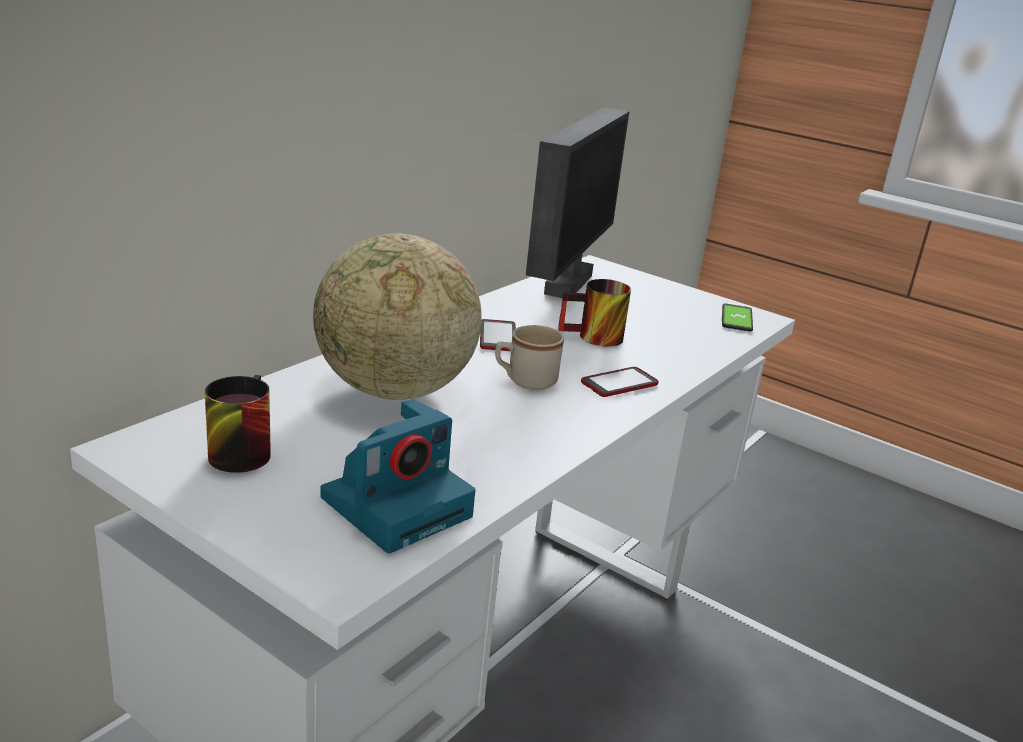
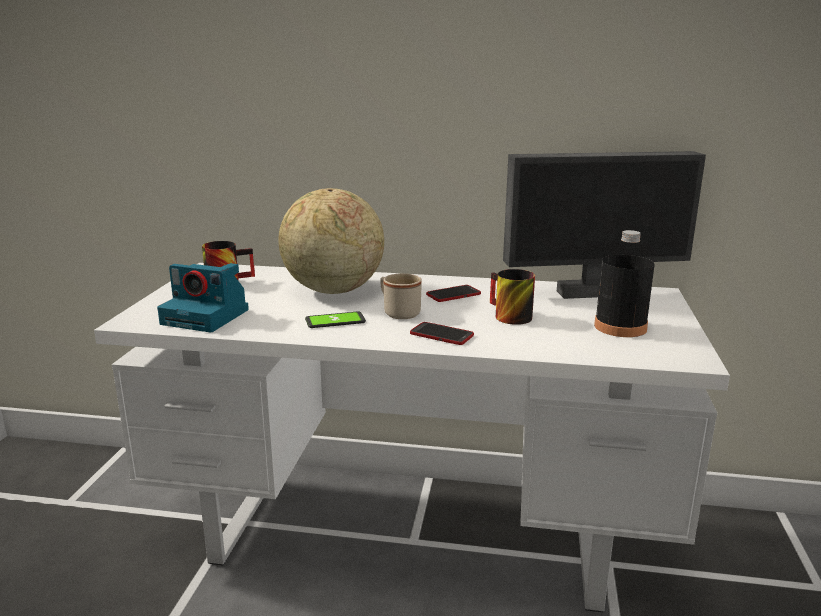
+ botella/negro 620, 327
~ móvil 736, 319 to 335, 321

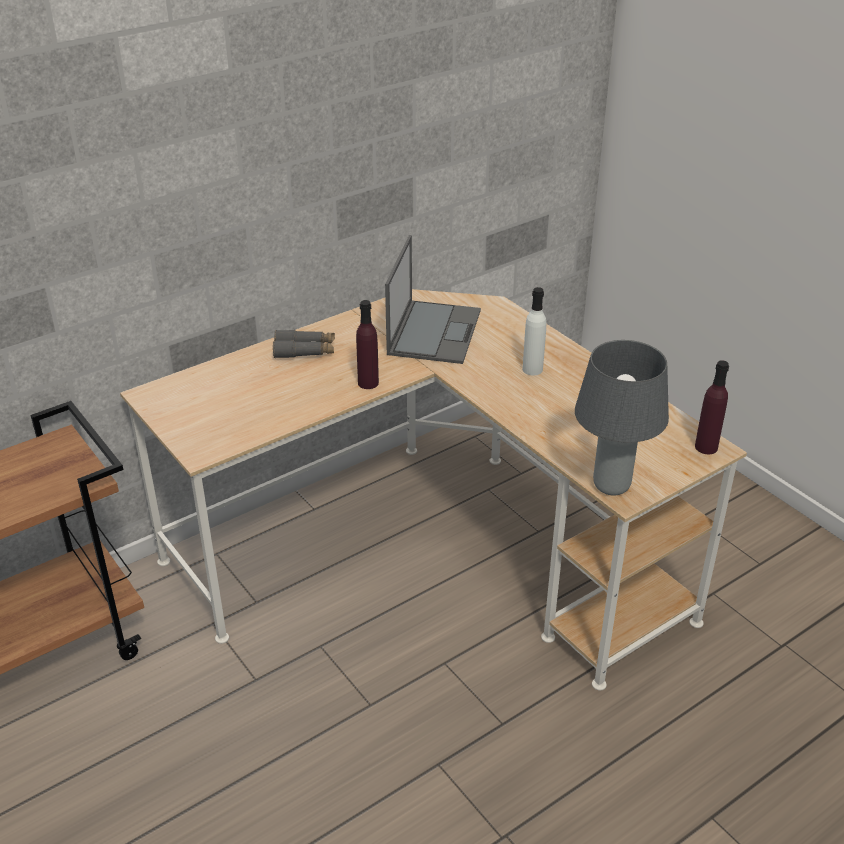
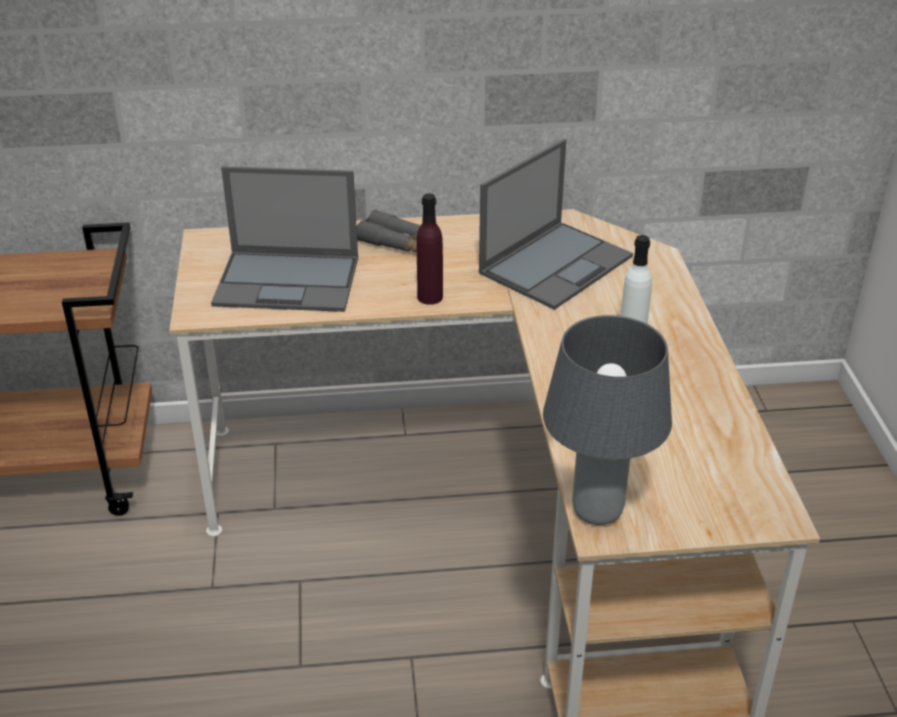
- botella/morado 706, 447
+ portátil 289, 281

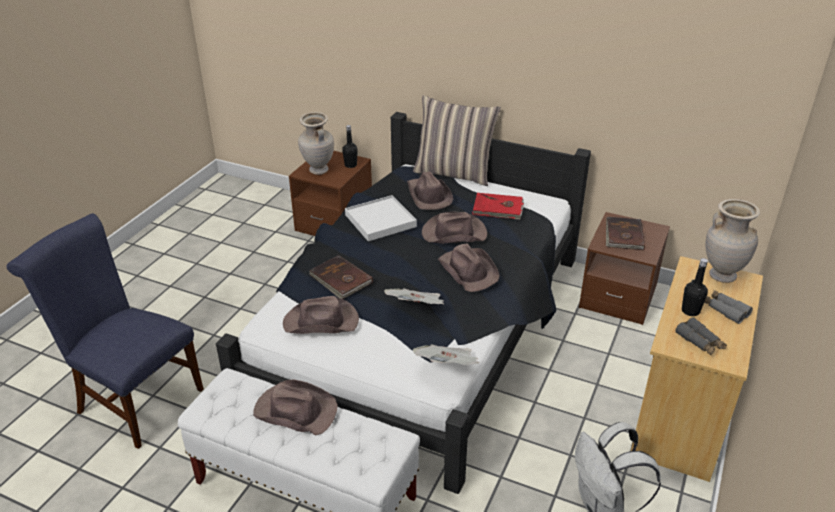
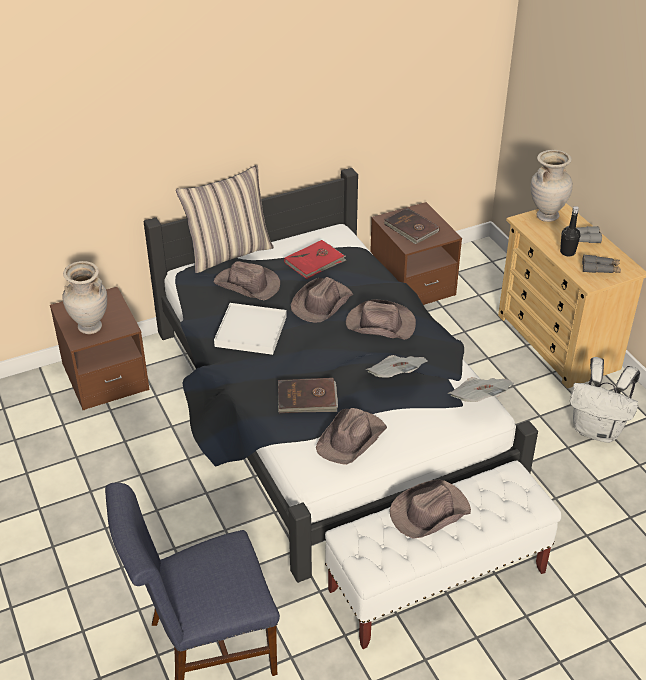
- botella/negro 350, 165

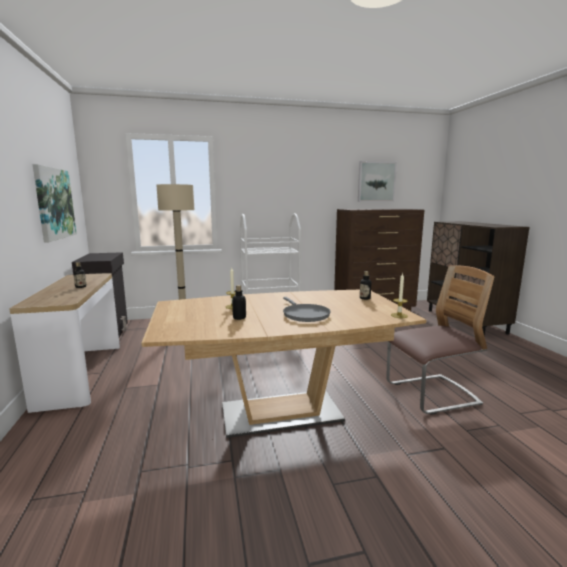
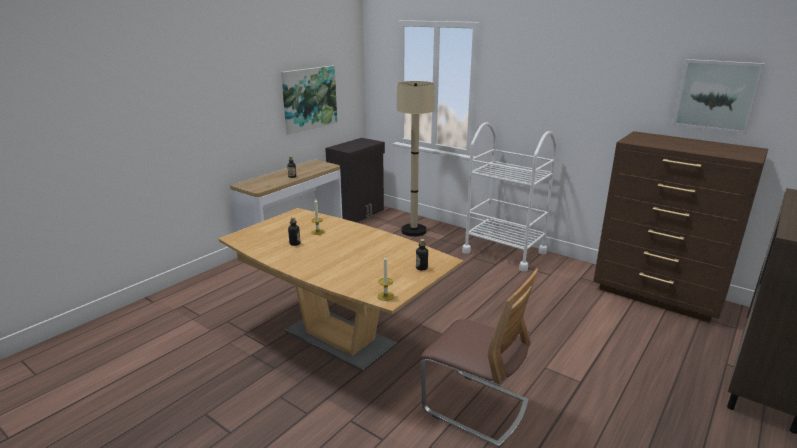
- sartén/gris 304, 315

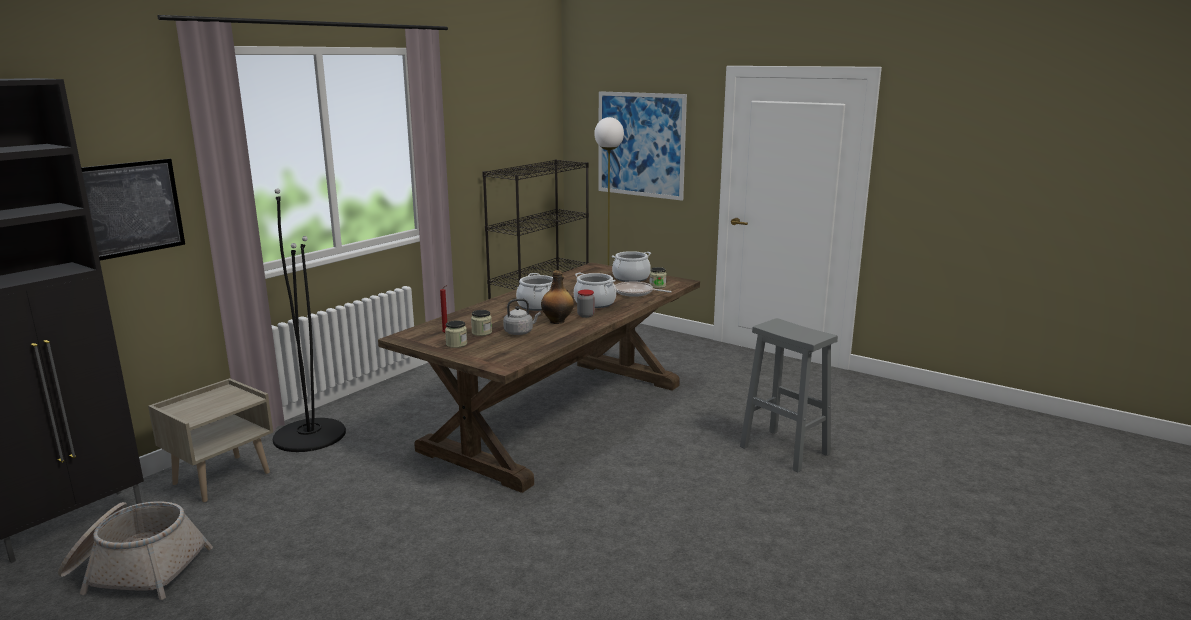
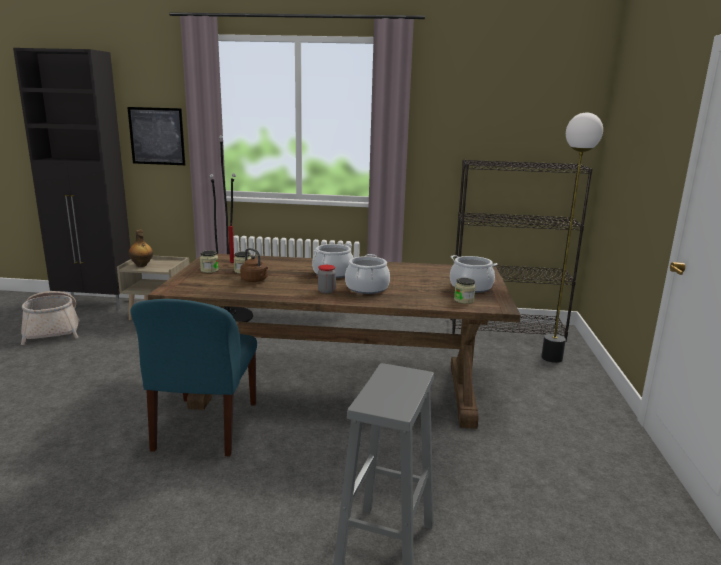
- cuadro 640, 145
- sartén 636, 293
+ silla/azul 205, 427
~ botella 557, 321 to 142, 265
~ hervidor/gris 520, 332 to hervidor/marrón 255, 280

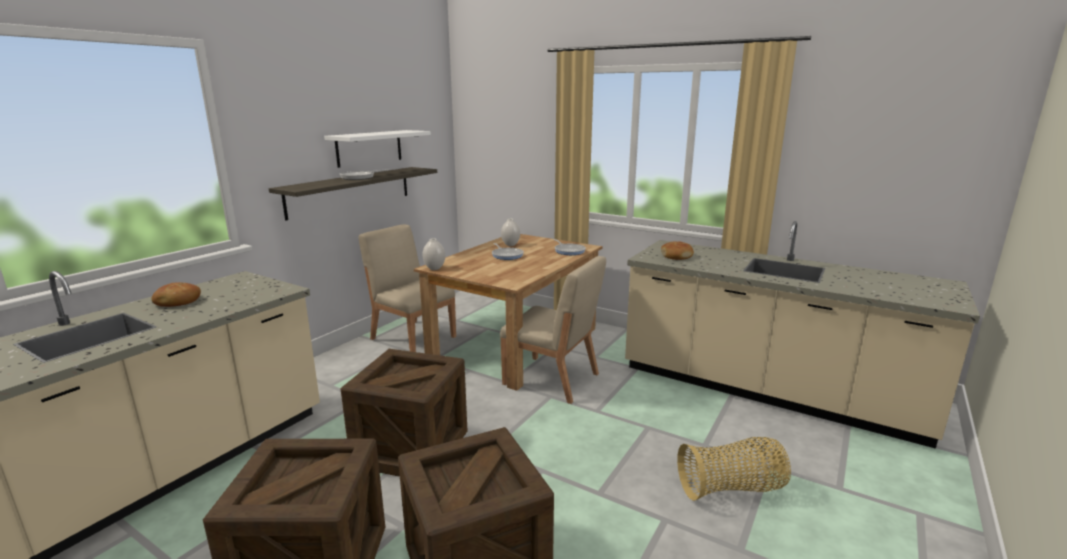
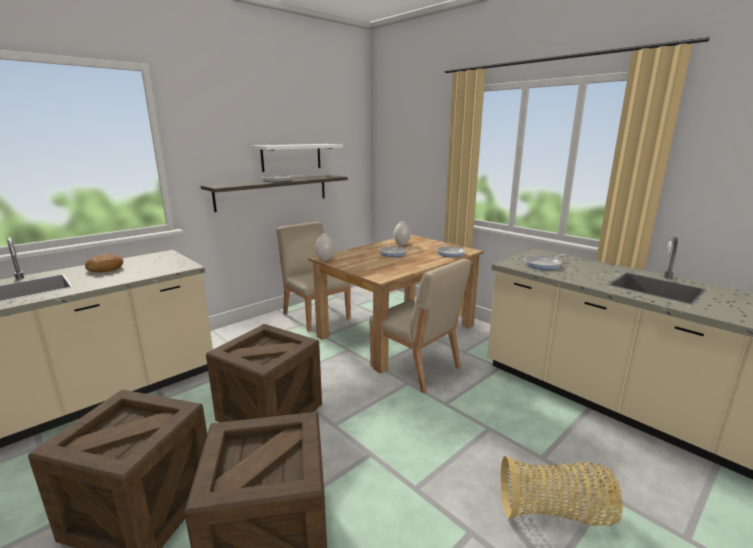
~ pan 676, 256 to sartén 543, 264

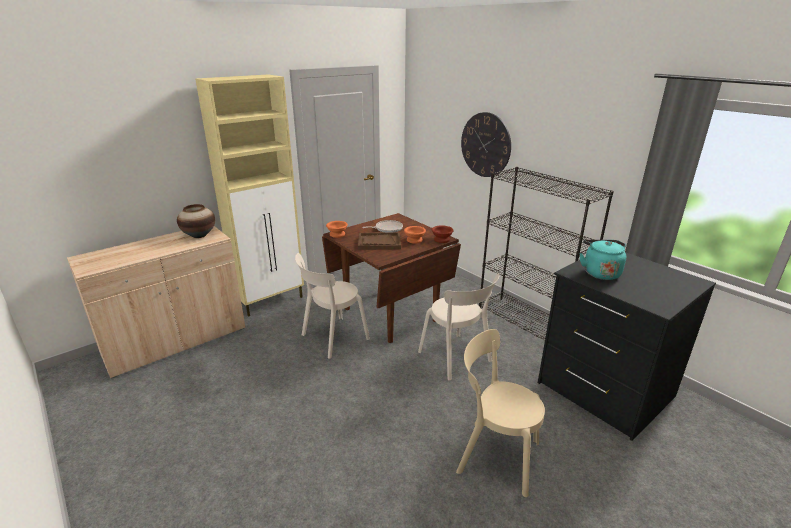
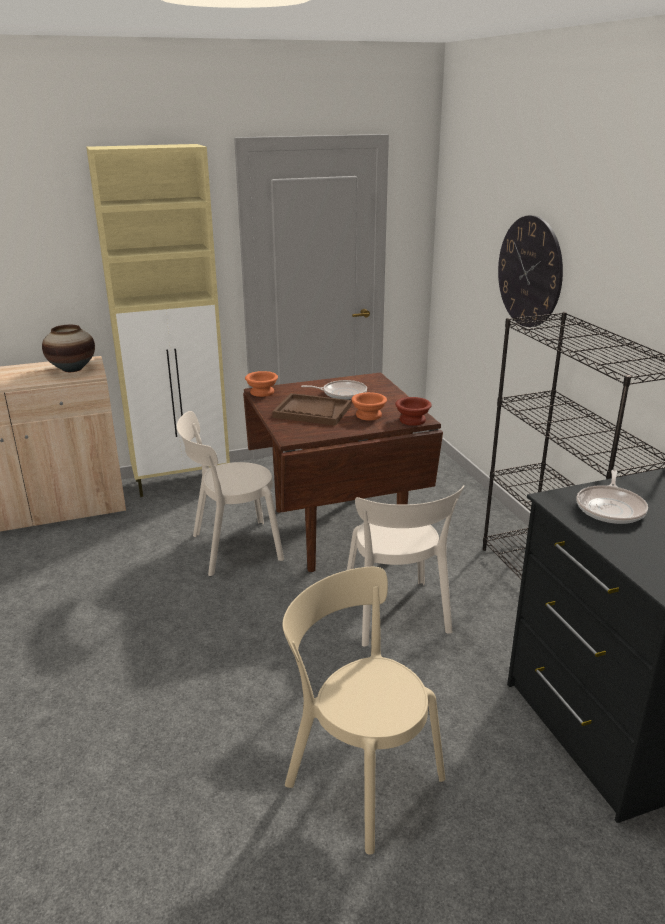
~ hervidor/turquesa 600, 272 to sartén 610, 508

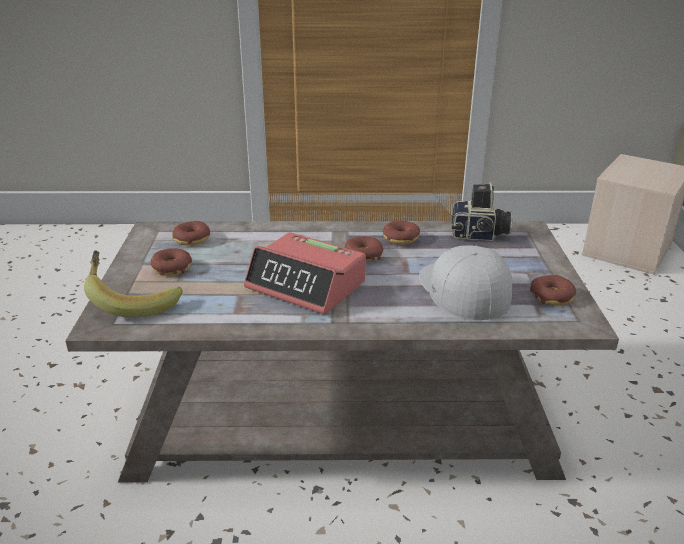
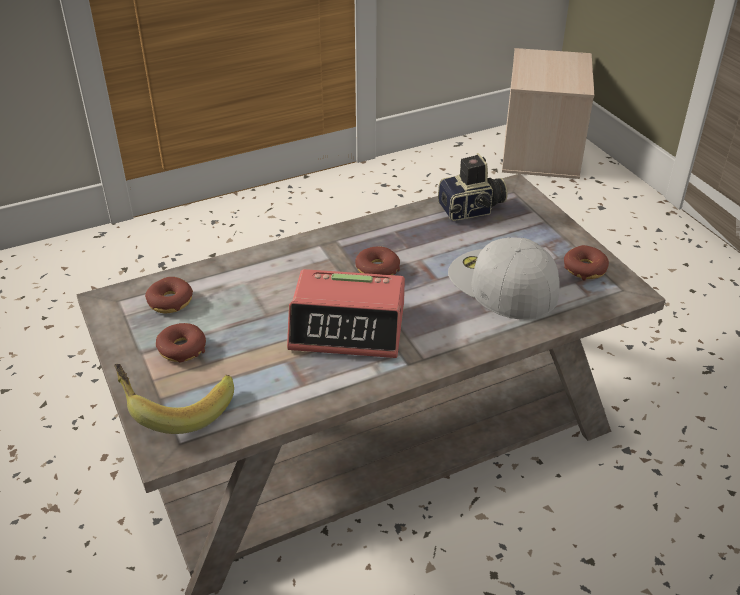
- rosquilla 400, 238

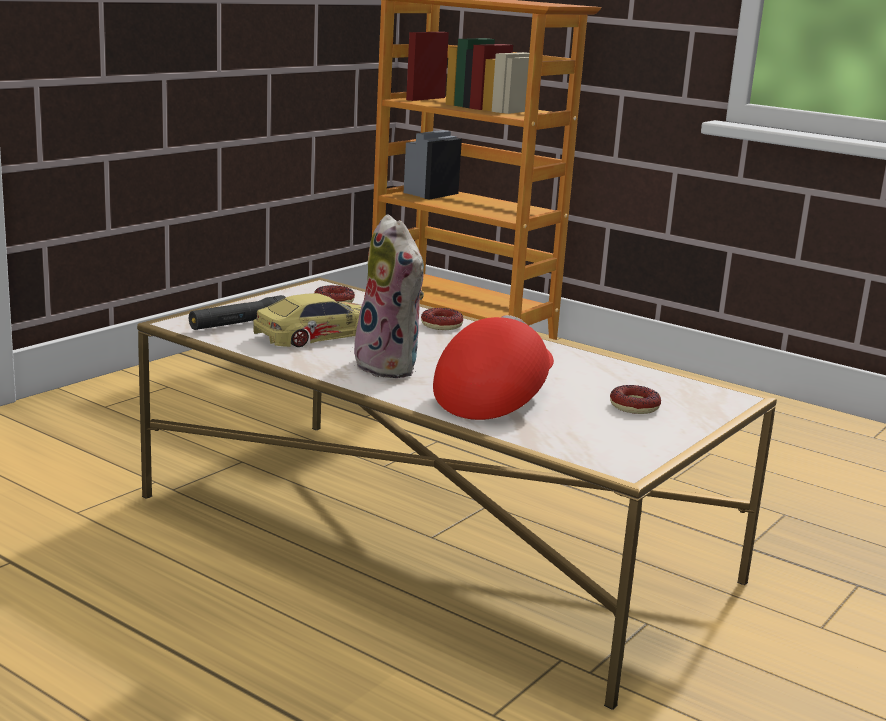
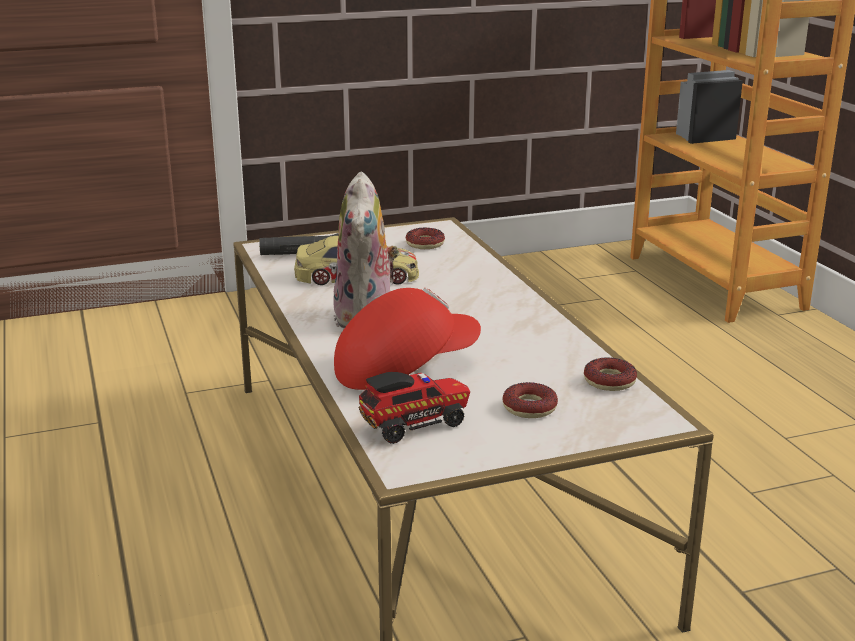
+ camión de juguete 416, 424
~ rosquilla 441, 325 to 609, 381

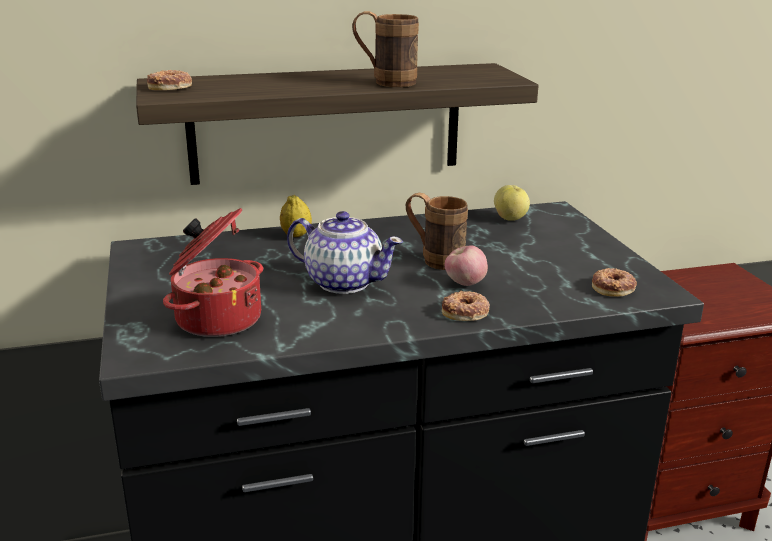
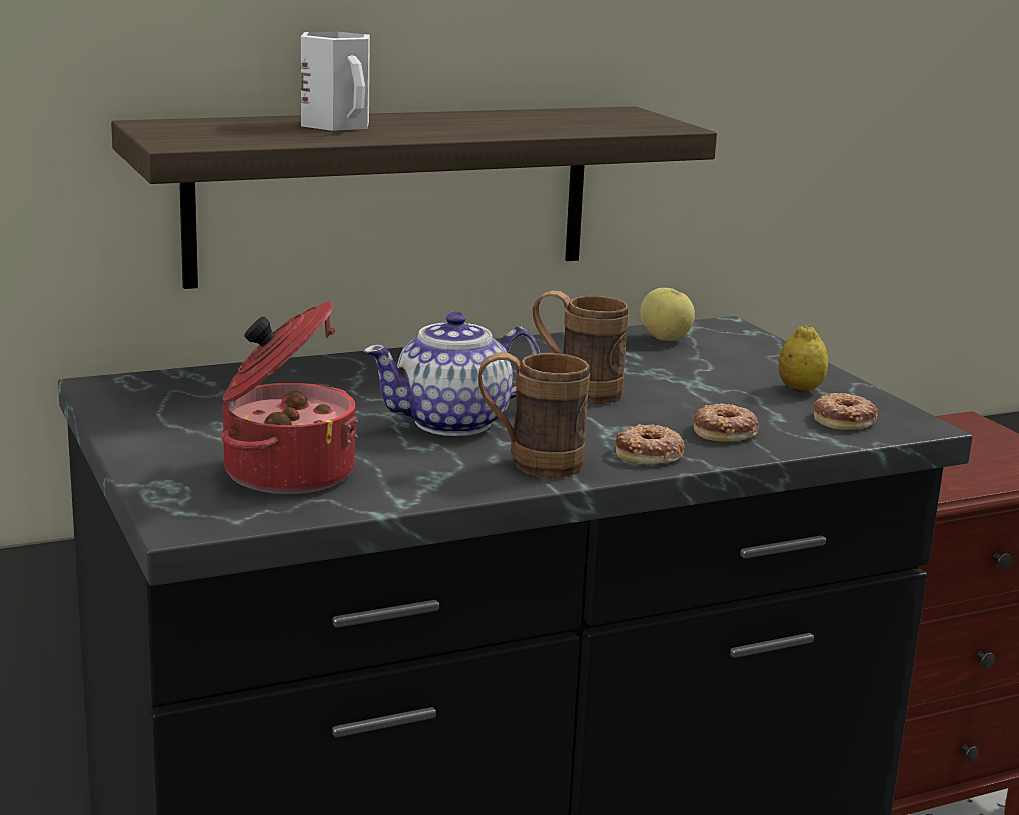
- manzana 464, 283
+ taza grande/blanco 339, 124
~ rosquilla 170, 87 to 725, 431
~ limón 296, 235 to 800, 390
~ taza grande/marrón 385, 82 to 529, 464
~ tetera 343, 282 = 454, 422 135 degrees clockwise

